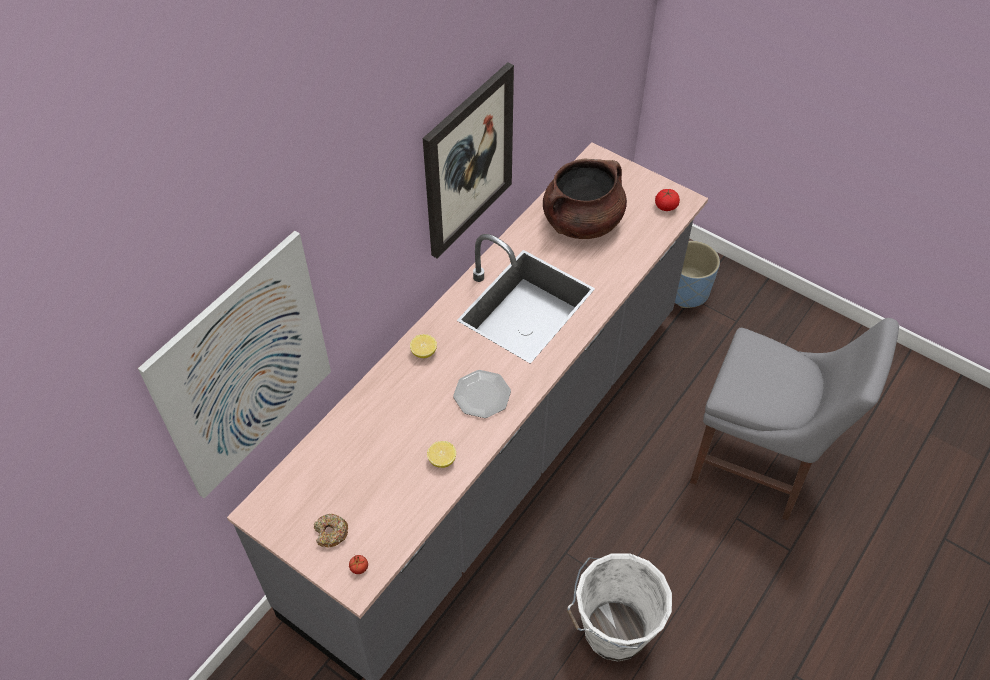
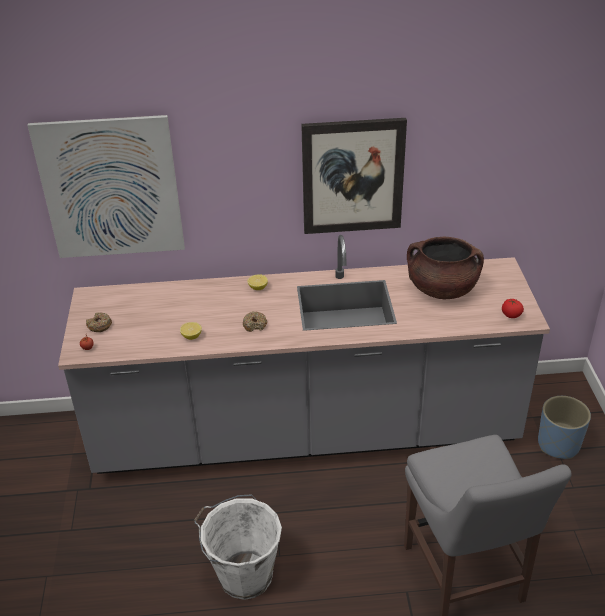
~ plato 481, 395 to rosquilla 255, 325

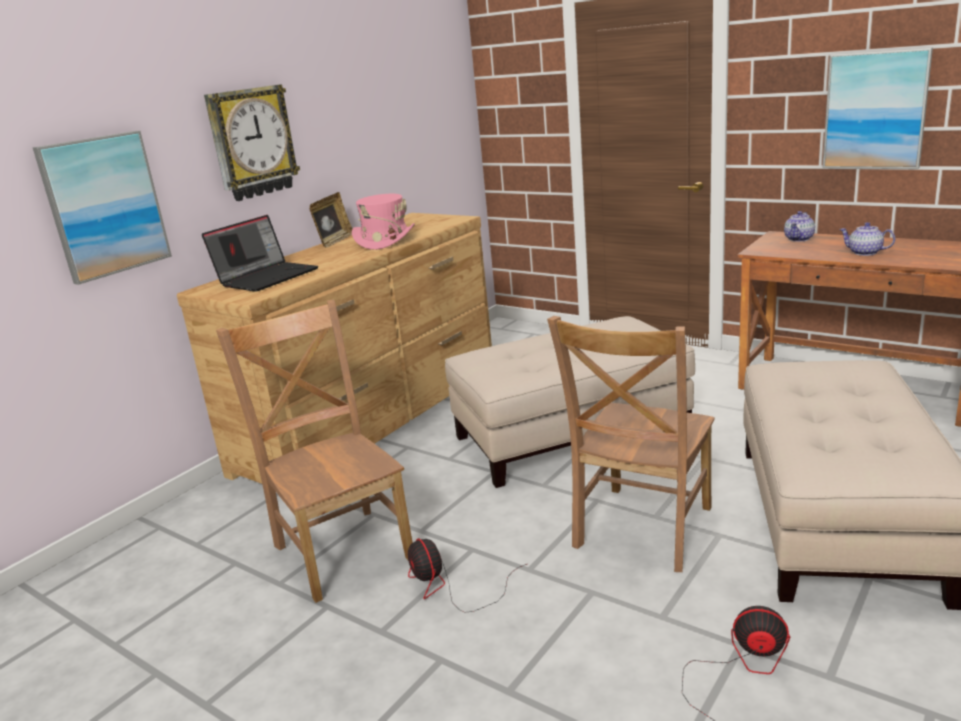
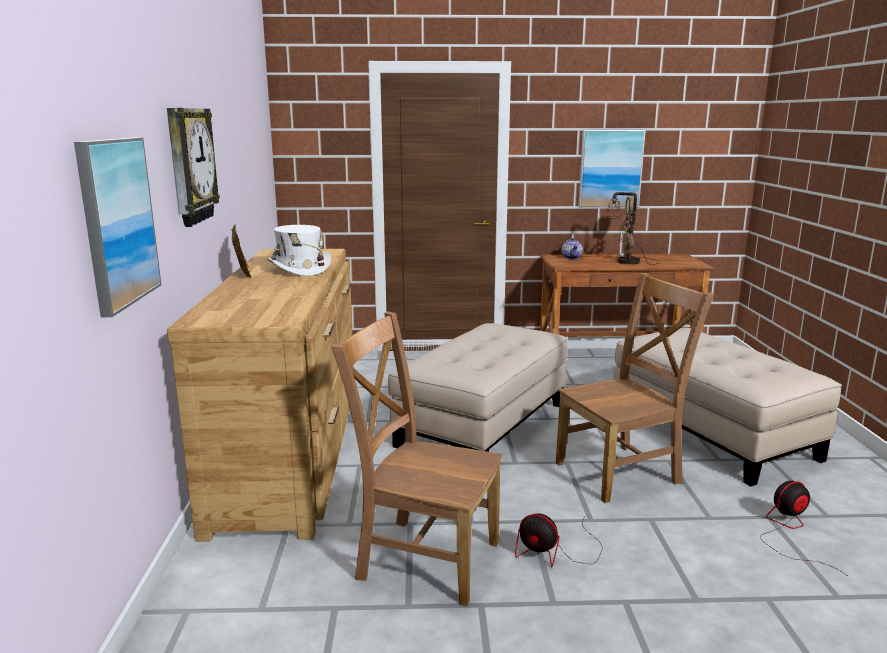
- portátil 267, 277
~ tetera 864, 253 to lámpara de mesa 627, 262
~ sombrero/rosa 384, 240 to sombrero/blanco 299, 269
~ silla/marrón 641, 530 = 621, 472 105 degrees counterclockwise

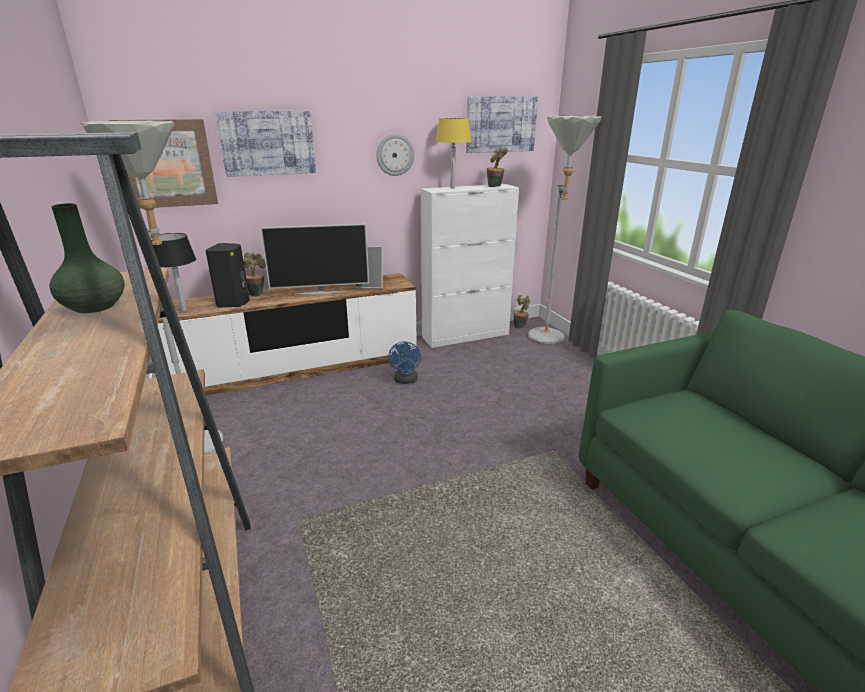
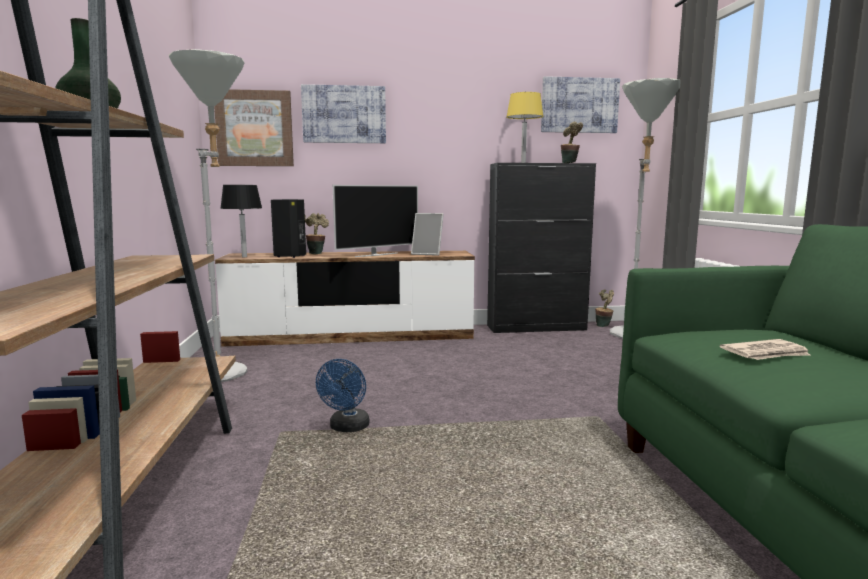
- reloj de pared 395, 155
+ periódico 766, 354
~ ventilador/azul 406, 381 to 347, 428
~ armario/blanco 466, 335 to armario/negro 537, 327
~ televisor 320, 292 = 376, 255 45 degrees counterclockwise

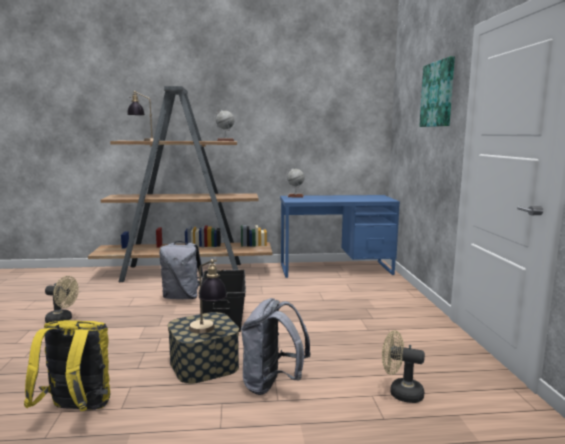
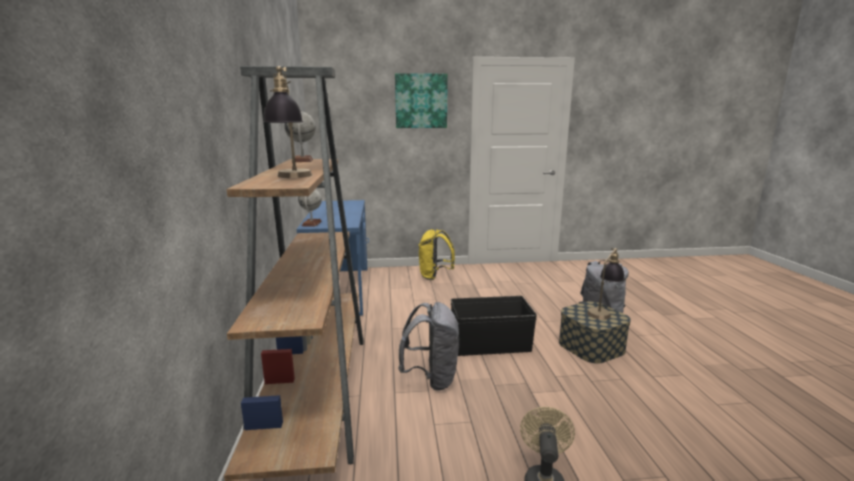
- ventilador/beis 400, 393
~ mochila/amarillo 76, 411 to 435, 276

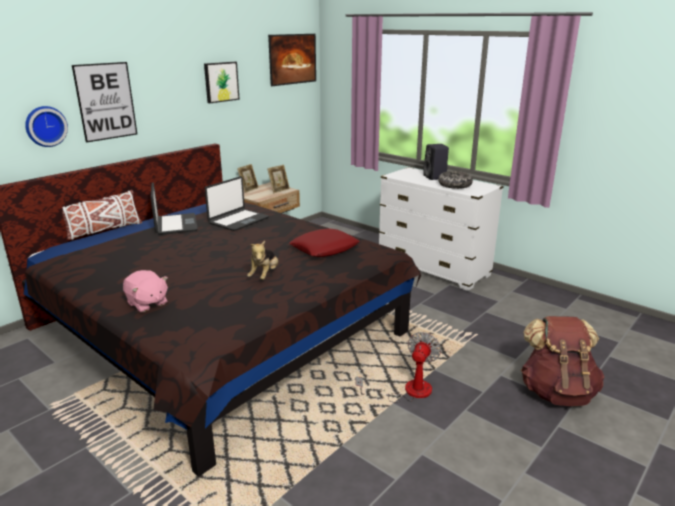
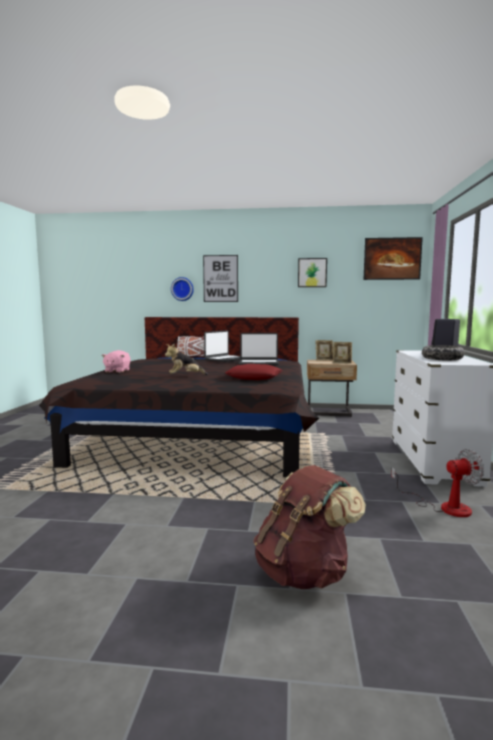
~ ventilador 408, 391 to 444, 507

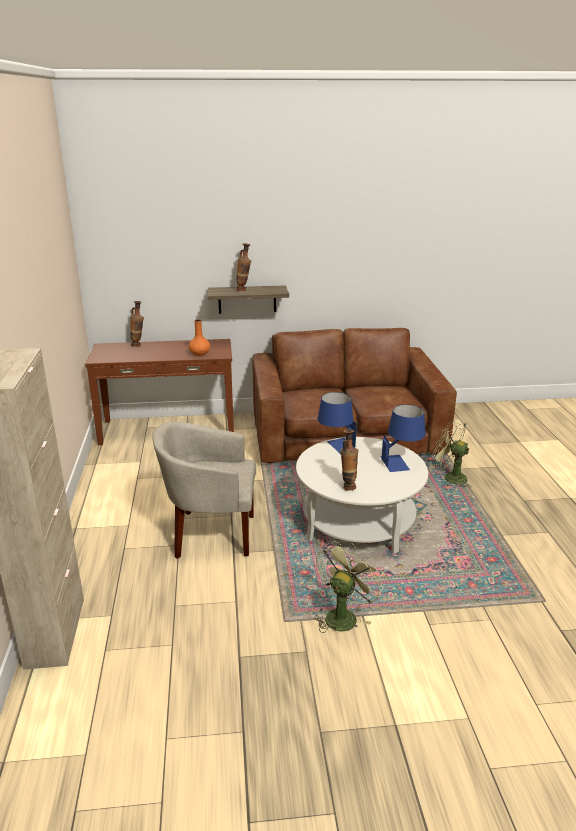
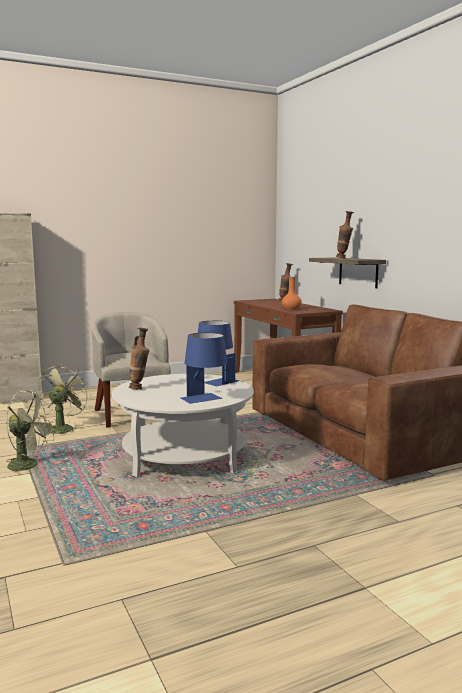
~ ventilador/verde 449, 478 to 62, 428

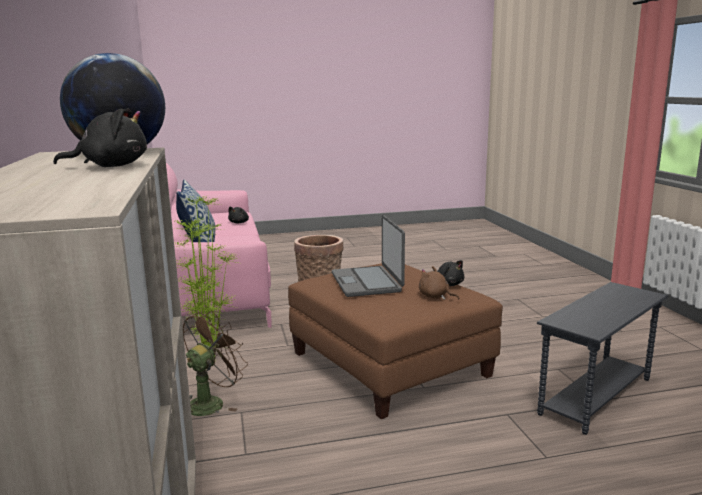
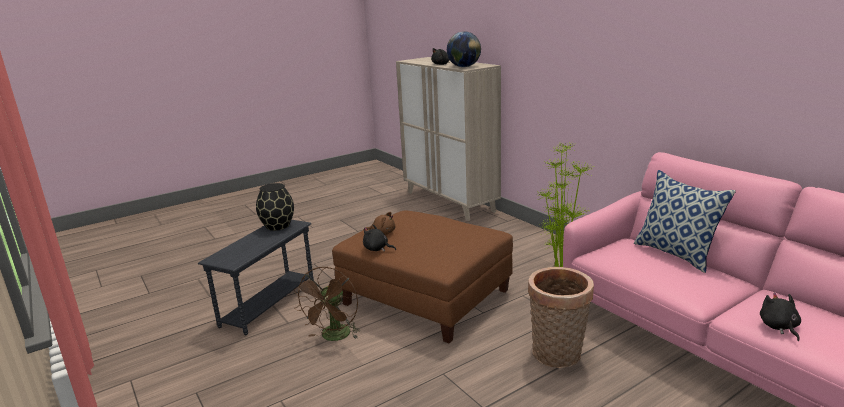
- portátil 367, 282
+ florero/negro 278, 226
~ ventilador/marrón 211, 402 to 334, 337

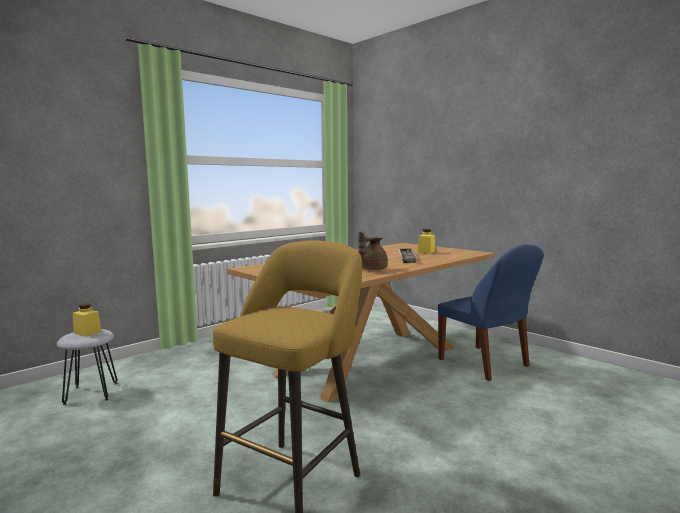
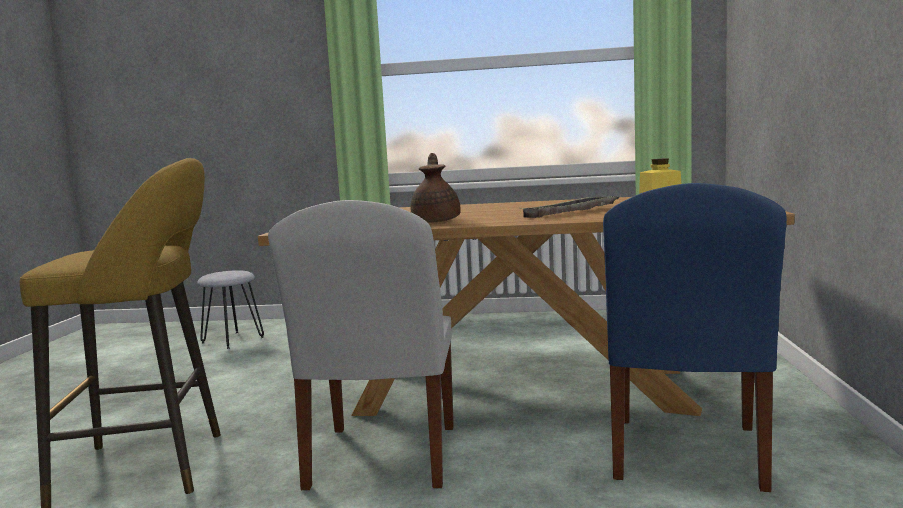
- tarro/amarillo 87, 332
+ silla/blanco 382, 459
~ tetera/marrón 371, 269 = 437, 221 90 degrees clockwise

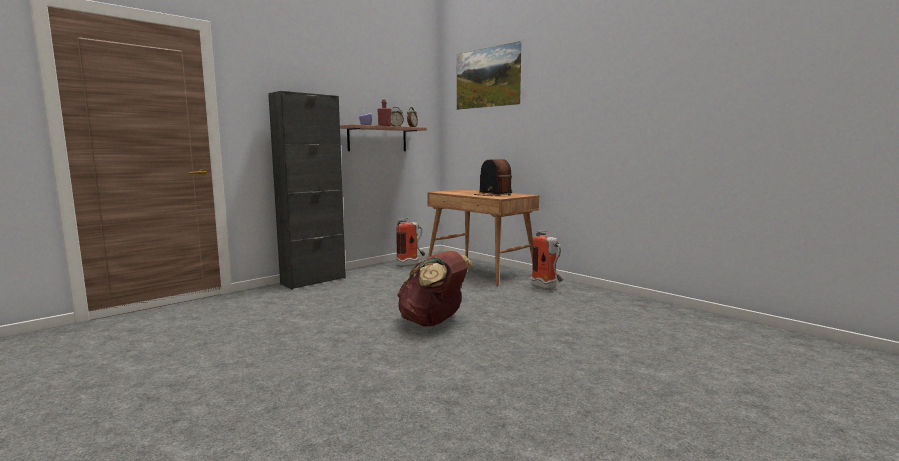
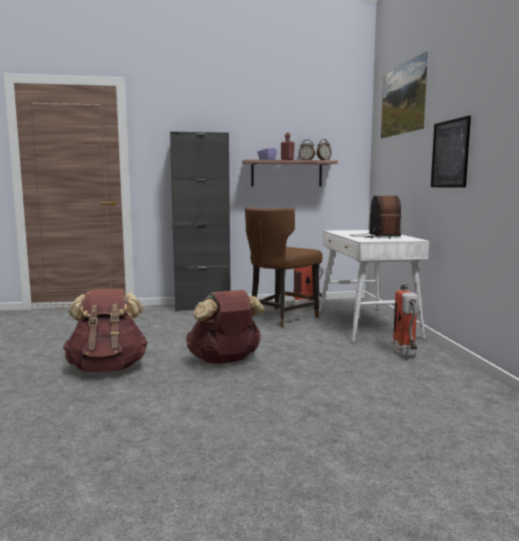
+ mochila/marrón 108, 368
+ silla/marrón 280, 318
+ cuadro 450, 154
~ escritorio/marrón 481, 271 to escritorio/blanco 367, 324

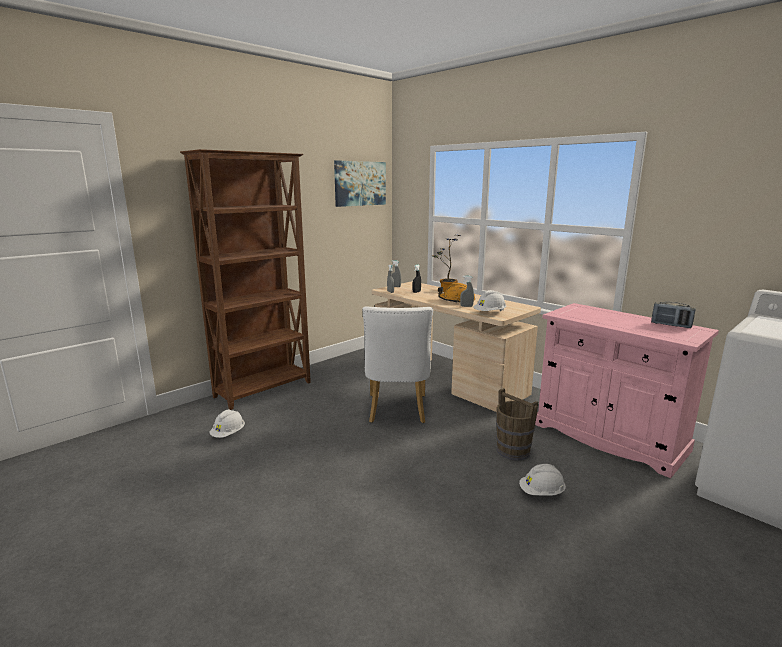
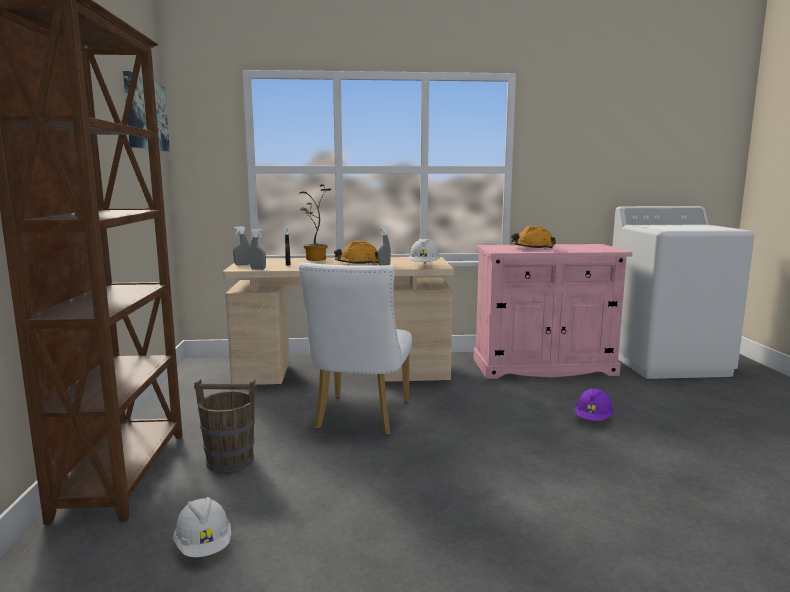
- radio 671, 325
+ casco/naranja 532, 248
~ cubo/marrón 513, 451 to 230, 461
~ casco/blanco 541, 493 to casco/morado 593, 419
~ silla/blanco 397, 411 = 360, 418 60 degrees clockwise

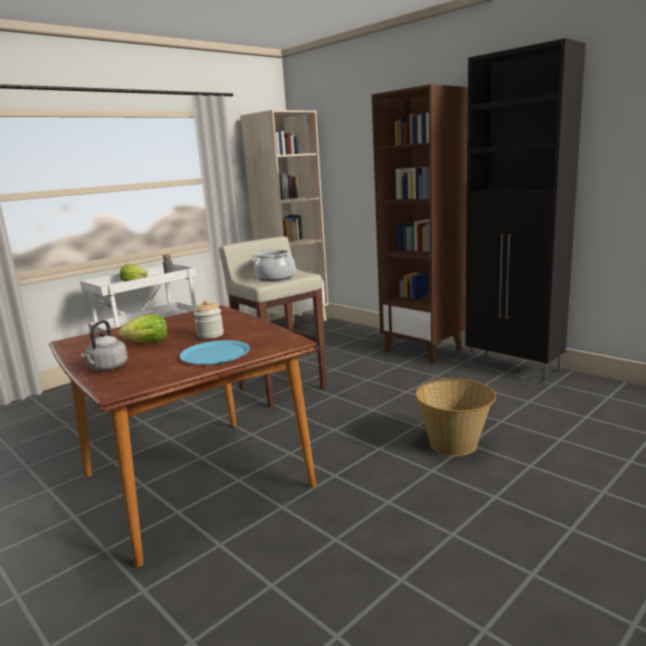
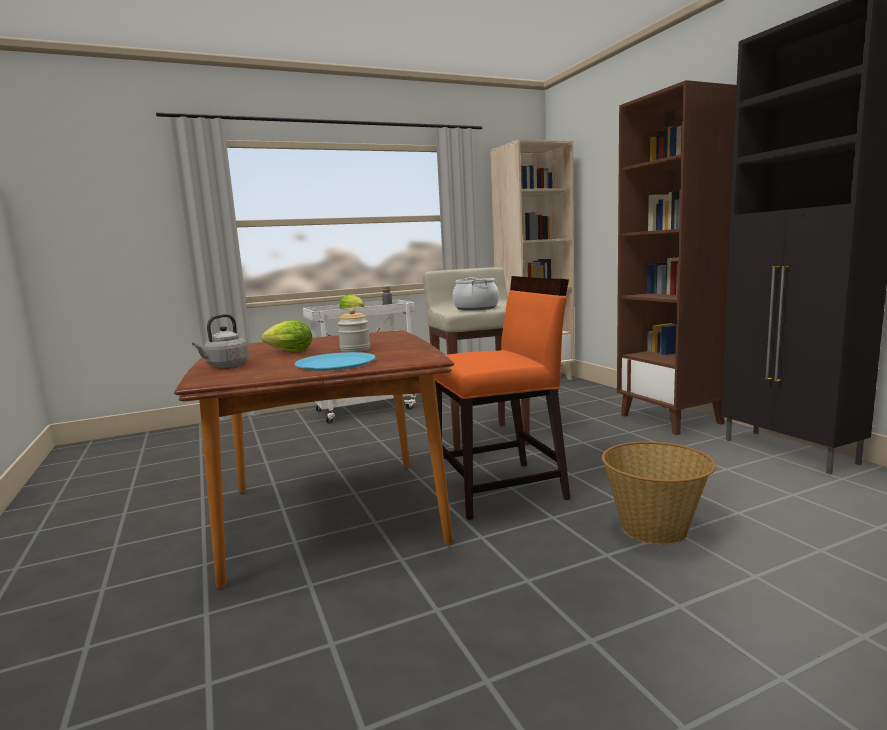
+ silla/naranja 501, 489

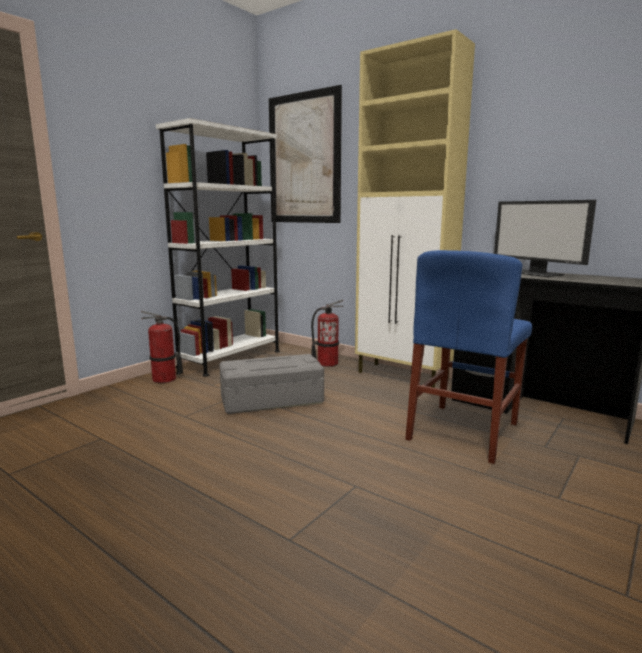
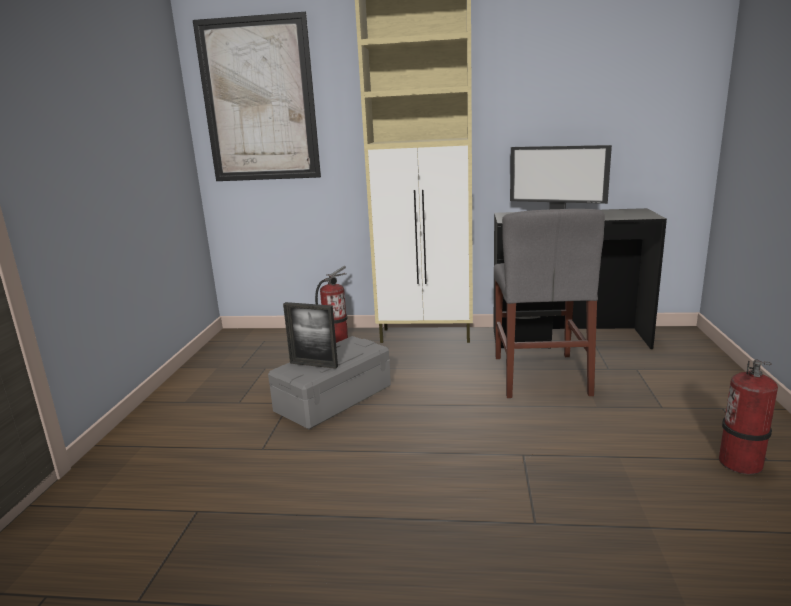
- estantería/blanco 230, 359
+ portarretratos 313, 364
~ extintor 164, 379 to 741, 463
~ silla/azul 463, 431 to silla/gris 540, 375

